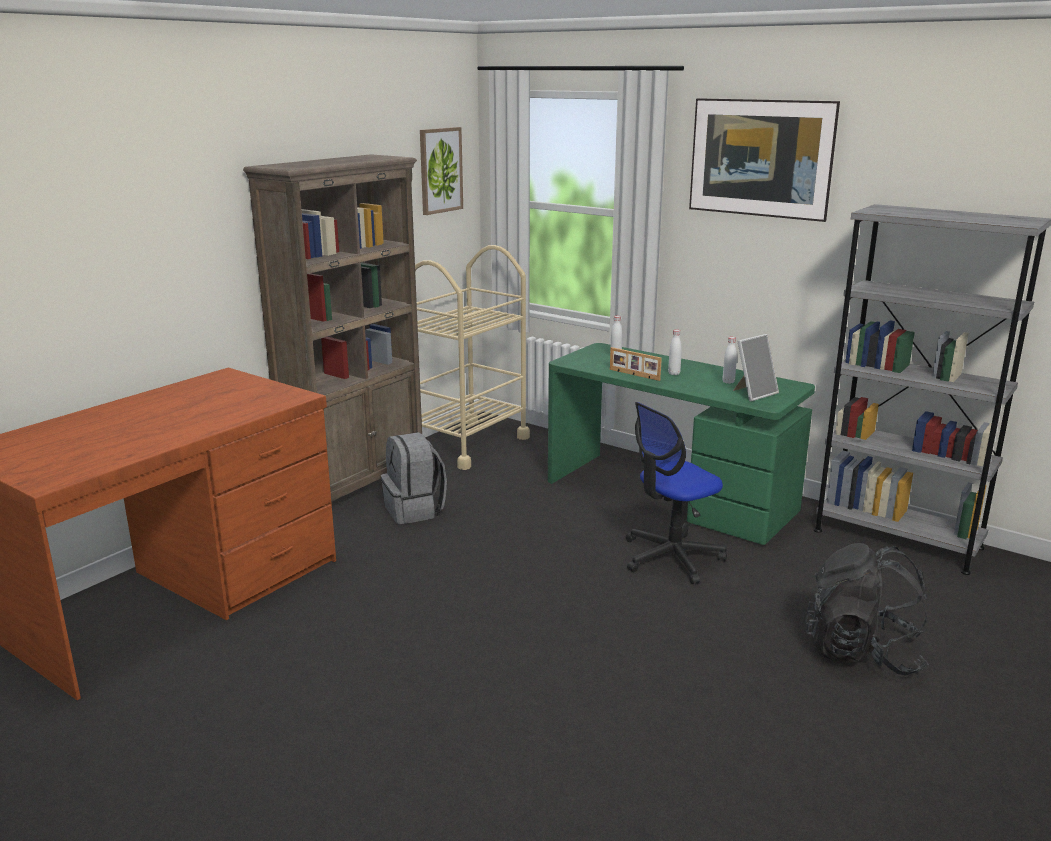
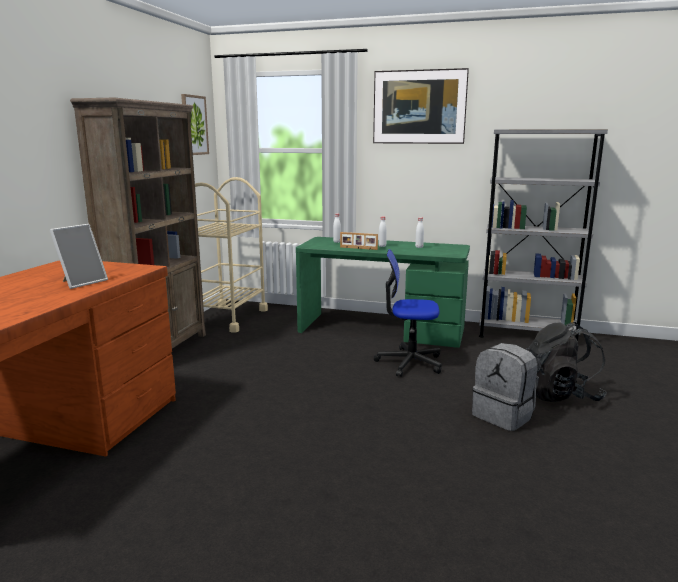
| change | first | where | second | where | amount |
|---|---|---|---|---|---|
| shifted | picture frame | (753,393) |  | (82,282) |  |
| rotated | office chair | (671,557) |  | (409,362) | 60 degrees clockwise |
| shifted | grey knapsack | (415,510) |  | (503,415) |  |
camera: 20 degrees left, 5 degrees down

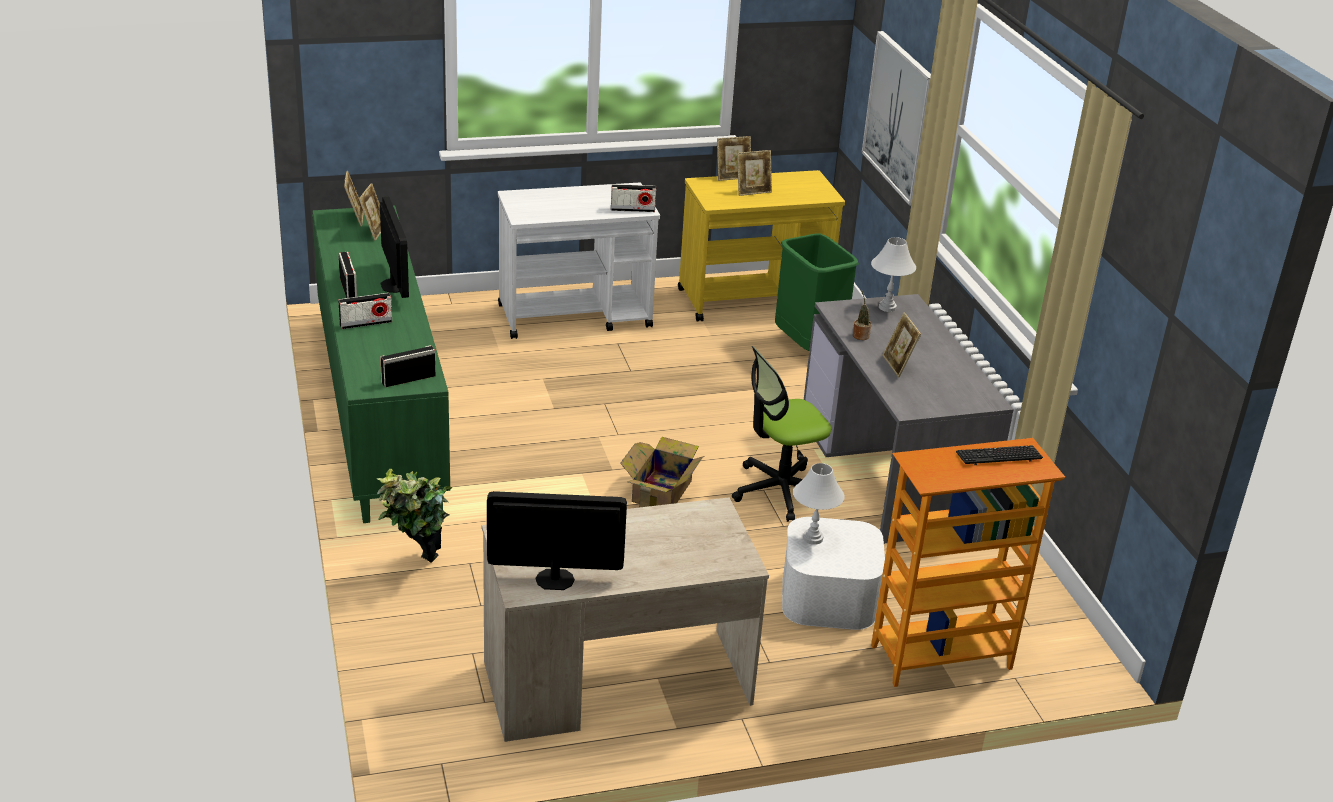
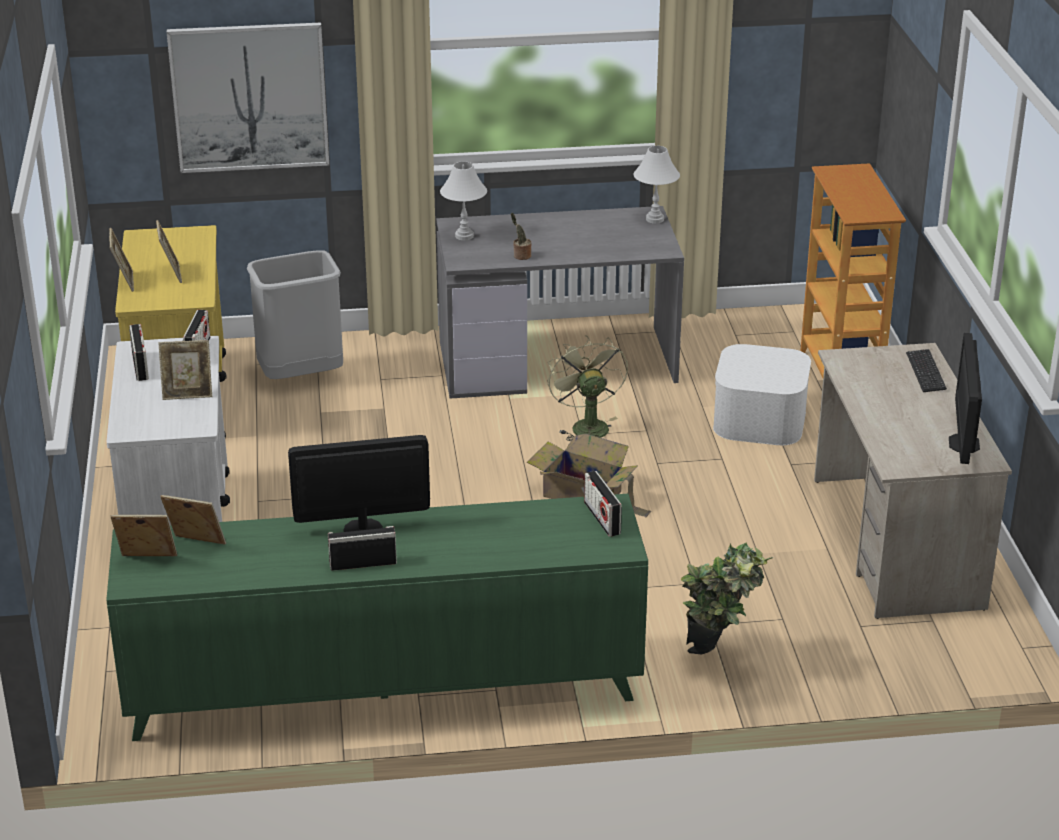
| change | first | where | second | where | amount |
|---|---|---|---|---|---|
| shifted | radio | (366,323) |  | (140,366) |  |
| shifted | picture frame | (898,366) |  | (188,394) |  |
| repainted | green trash can | (809,346) | grey trash can | (301,376) |  |
| swapped | office chair | (779,491) | green electric fan | (586,425) |  |
| shifted | white lamp for a table | (813,538) |  | (655,219) |  |
| shifted | keyboard | (998,456) |  | (925,372) |  |
camera: 80 degrees left, 0 degrees up

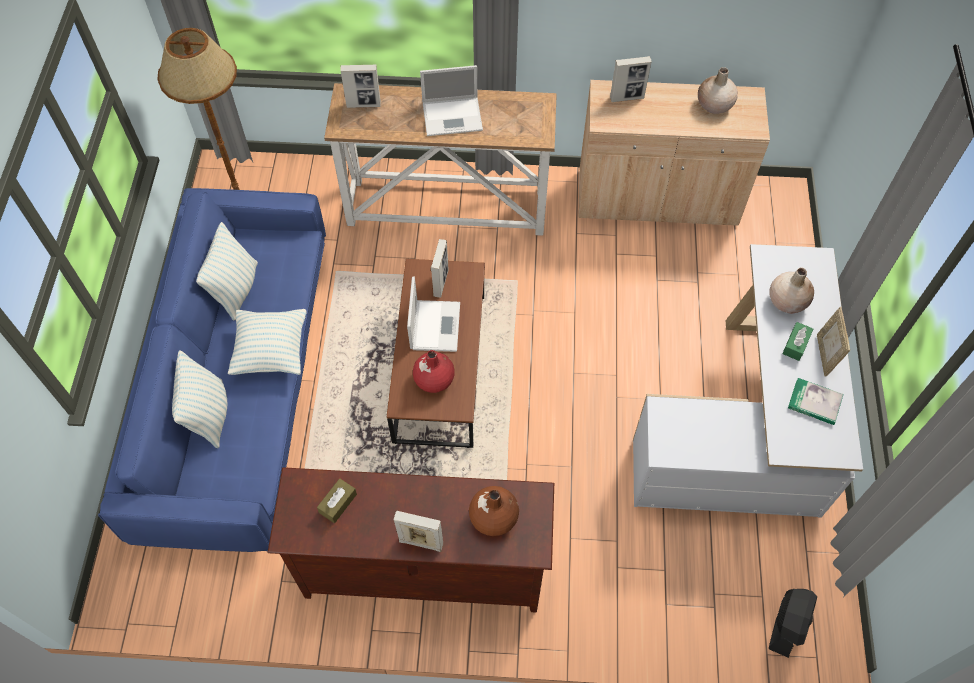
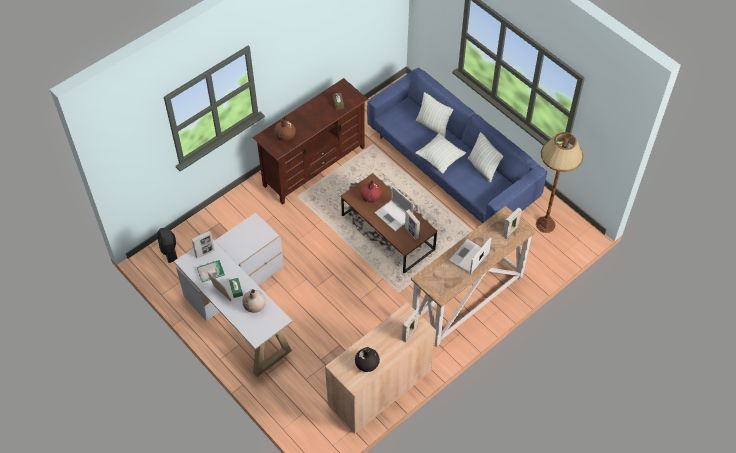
| change | first | where | second | where | amount |
|---|---|---|---|---|---|
| shifted | picture frame | (421,542) |  | (205,252) |  |
| repainted | beige decorative vase | (714,105) | black-coloured decorative vase | (367,364) |  |
camera: 135 degrees right, 5 degrees down

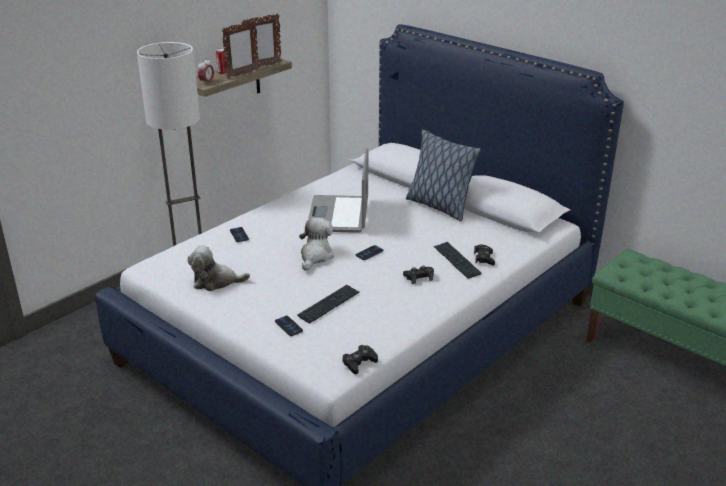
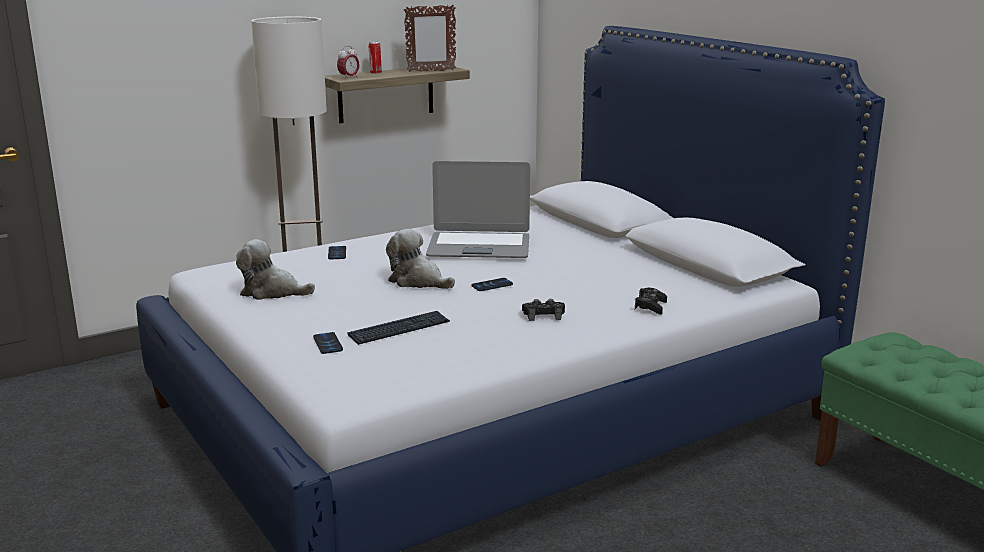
| change | first | where | second | where | amount |
|---|---|---|---|---|---|
| rotated | cuddly toy | (315,256) |  | (418,281) | 90 degrees counterclockwise |
| rotated | notebook computer | (339,215) |  | (479,247) | 105 degrees counterclockwise |
| gone | picture frame | (242,74) |  |  |  |
| gone | black-coloured gamepad | (359,363) |  |  |  |
| gone | pillow | (439,206) |  |  |  |
| gone | keyboard | (456,261) |  |  |  |
camera: 15 degrees right, 10 degrees down

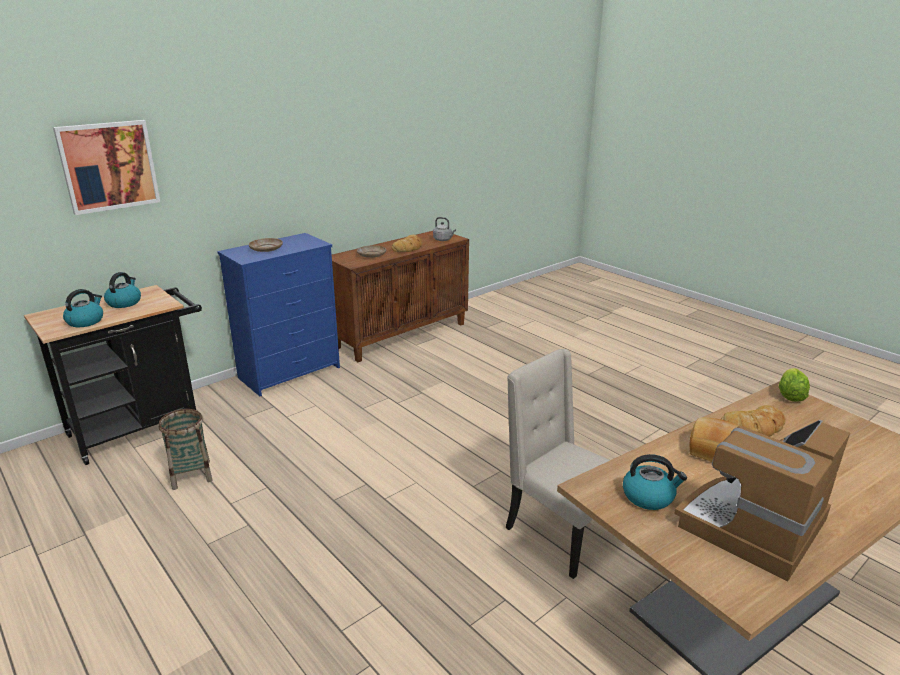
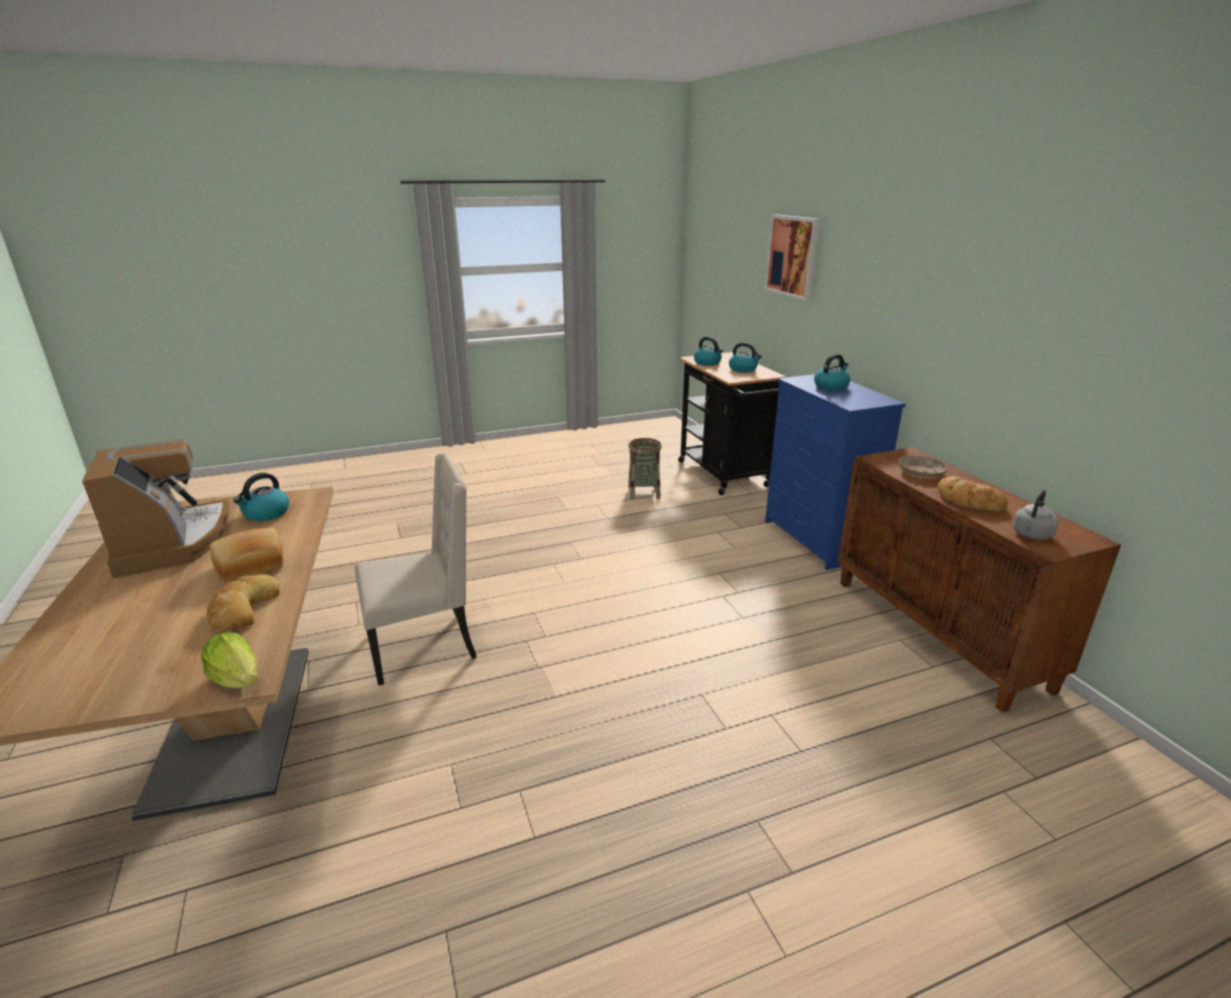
| change | first | where | second | where | amount |
|---|---|---|---|---|---|
| swapped | beige dinner plate | (266,249) | kettle | (831,386) |  |
camera: 110 degrees right, 0 degrees up

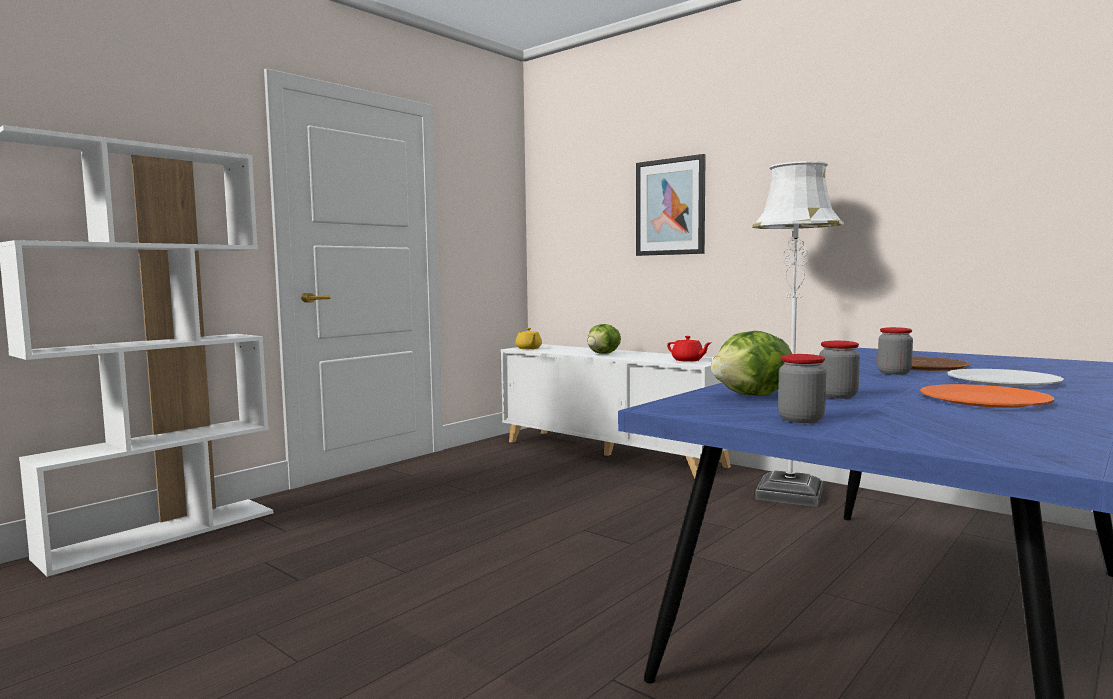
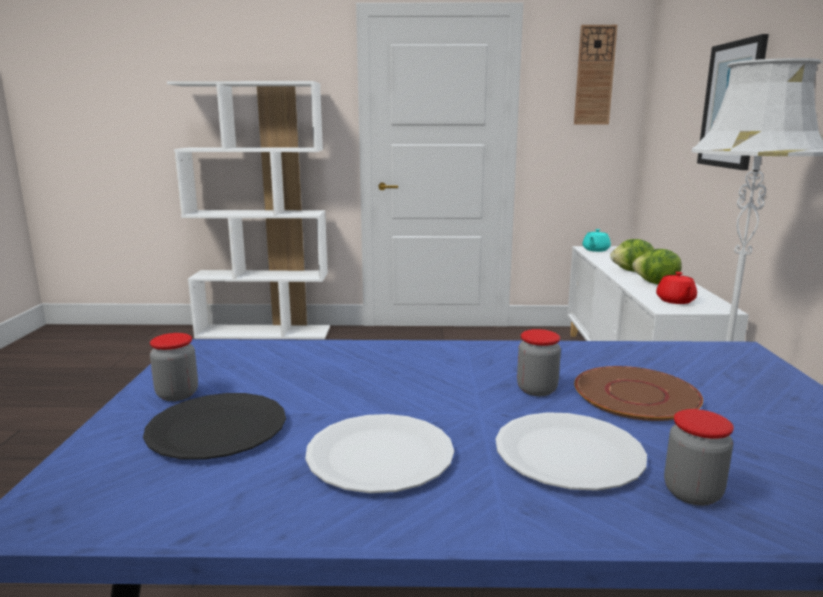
| change | first | where | second | where | amount |
|---|---|---|---|---|---|
| new |  |  | black-coloured dinner plate | (217,429) |  |
| repainted | orange dinner plate | (984,400) | white dinner plate | (380,456) |  |
| new |  |  | hanging clock | (594,75) |  |
| repainted | yellow-coloured tea pot | (528,348) | turquoise-coloured tea pot | (595,250) |  |
| shifted | lettuce | (753,396) |  | (656,284) |  |
| shifted | preserve jar | (838,396) |  | (692,493) |  |
camera: 50 degrees right, 10 degrees up

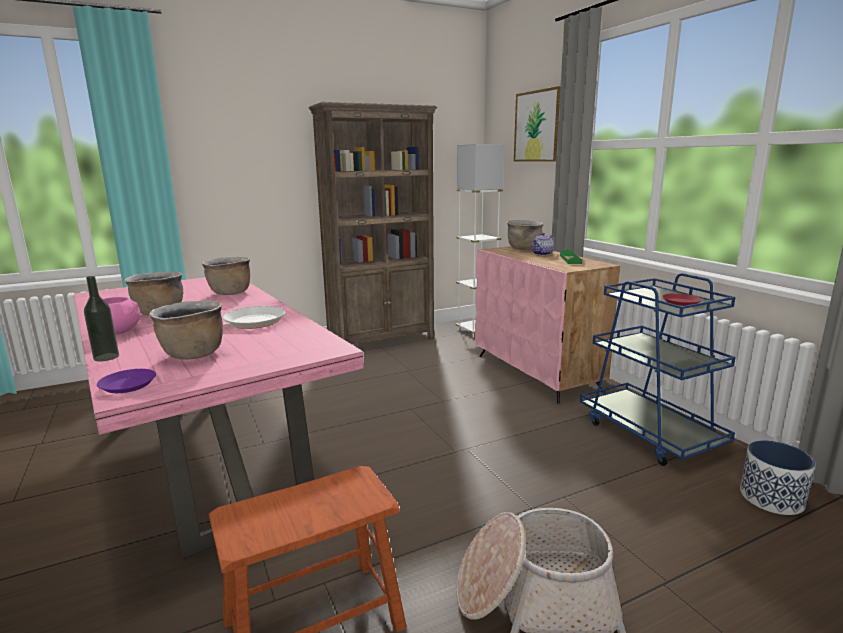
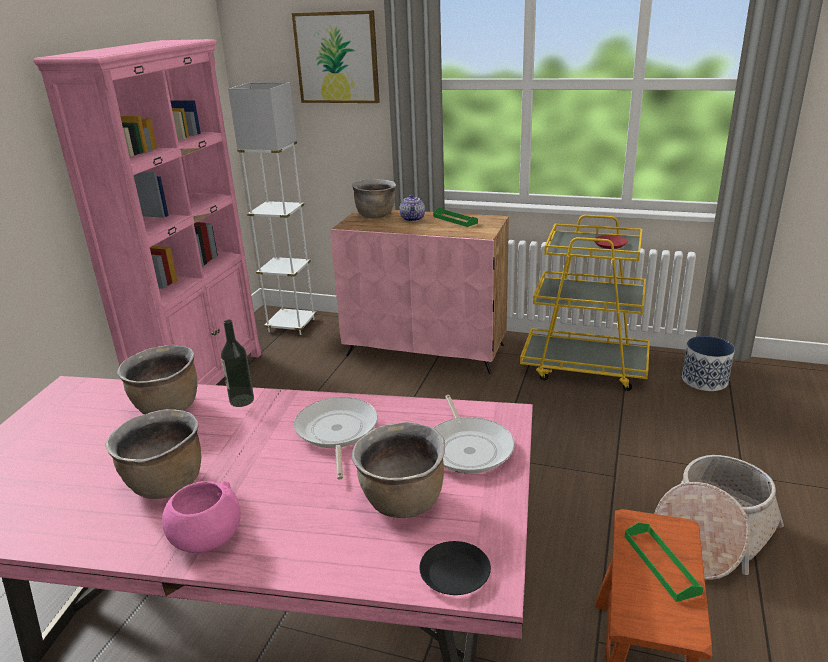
| change | first | where | second | where | amount |
|---|---|---|---|---|---|
| repainted | brownish bookshelf | (382,340) | pinkish bookshelf | (202,383) |  |
| shifted | drink bottle | (106,357) |  | (241,400) |  |
| repainted | purple dinner plate | (128,385) | black-coloured dinner plate | (455,573) |  |
| new |  |  | skillet | (468,448) |  |
| repainted | blue-coloured trolley | (649,433) | yellow-coloured trolley | (585,367) |  |
| new |  |  | green tray | (661,564) |  |
camera: 45 degrees left, 10 degrees up

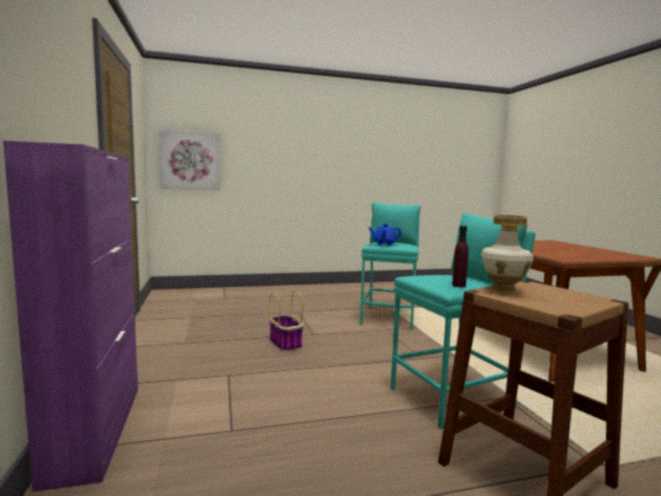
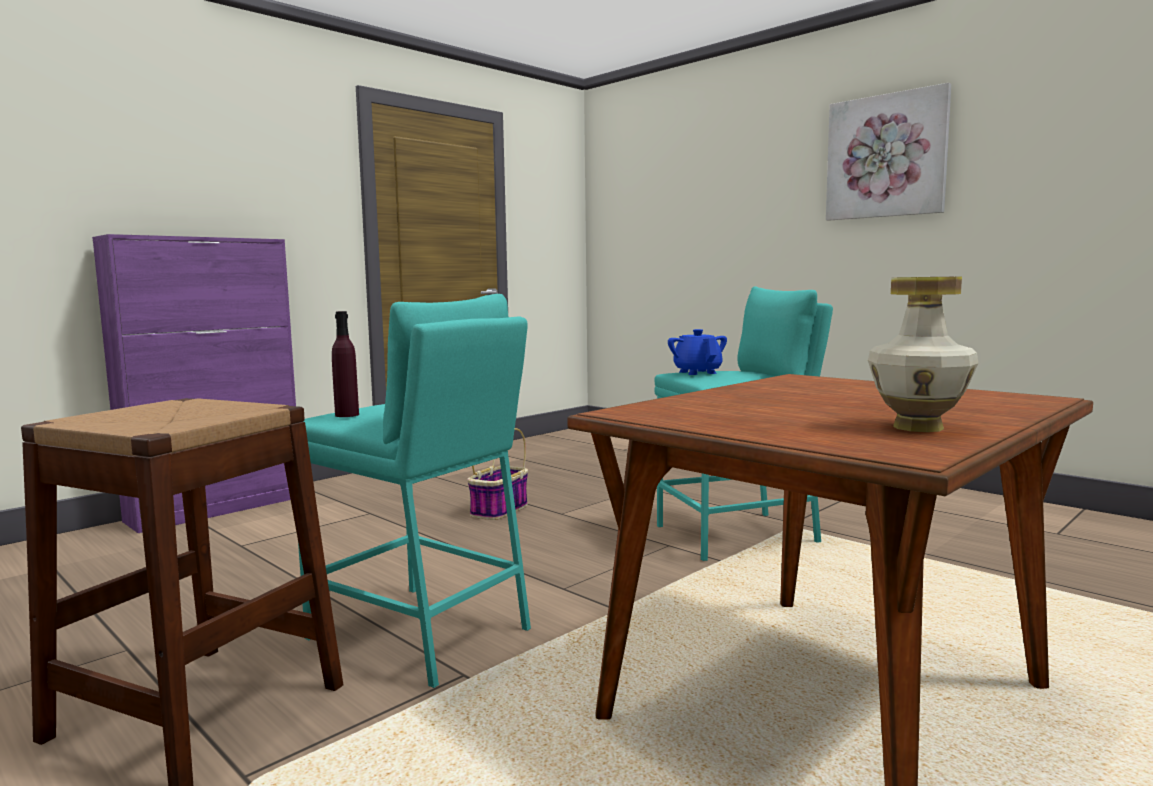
| change | first | where | second | where | amount |
|---|---|---|---|---|---|
| shifted | picture | (190,160) |  | (886,156) |  |
| shifted | decorative vase | (503,289) |  | (919,427) |  |
camera: 60 degrees right, 0 degrees up

